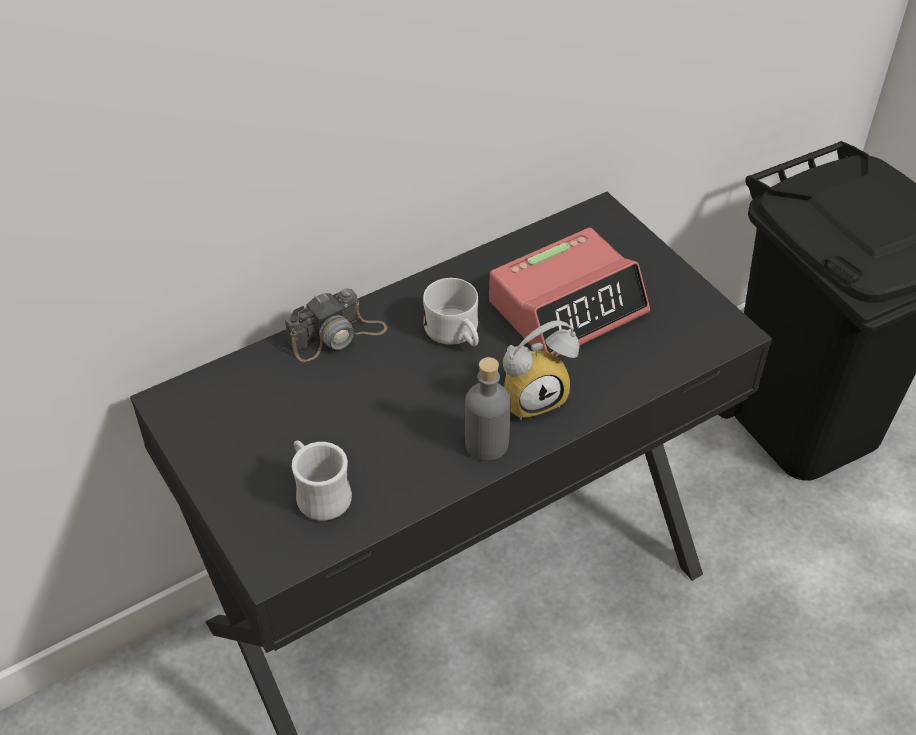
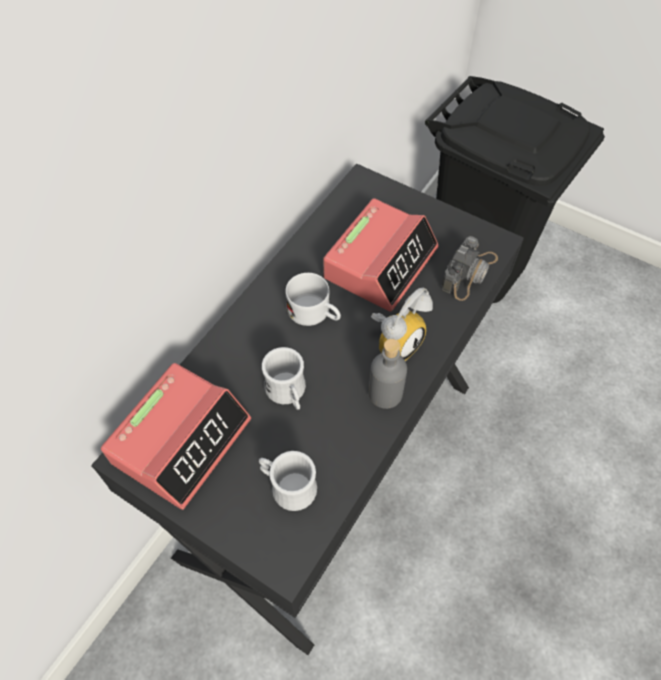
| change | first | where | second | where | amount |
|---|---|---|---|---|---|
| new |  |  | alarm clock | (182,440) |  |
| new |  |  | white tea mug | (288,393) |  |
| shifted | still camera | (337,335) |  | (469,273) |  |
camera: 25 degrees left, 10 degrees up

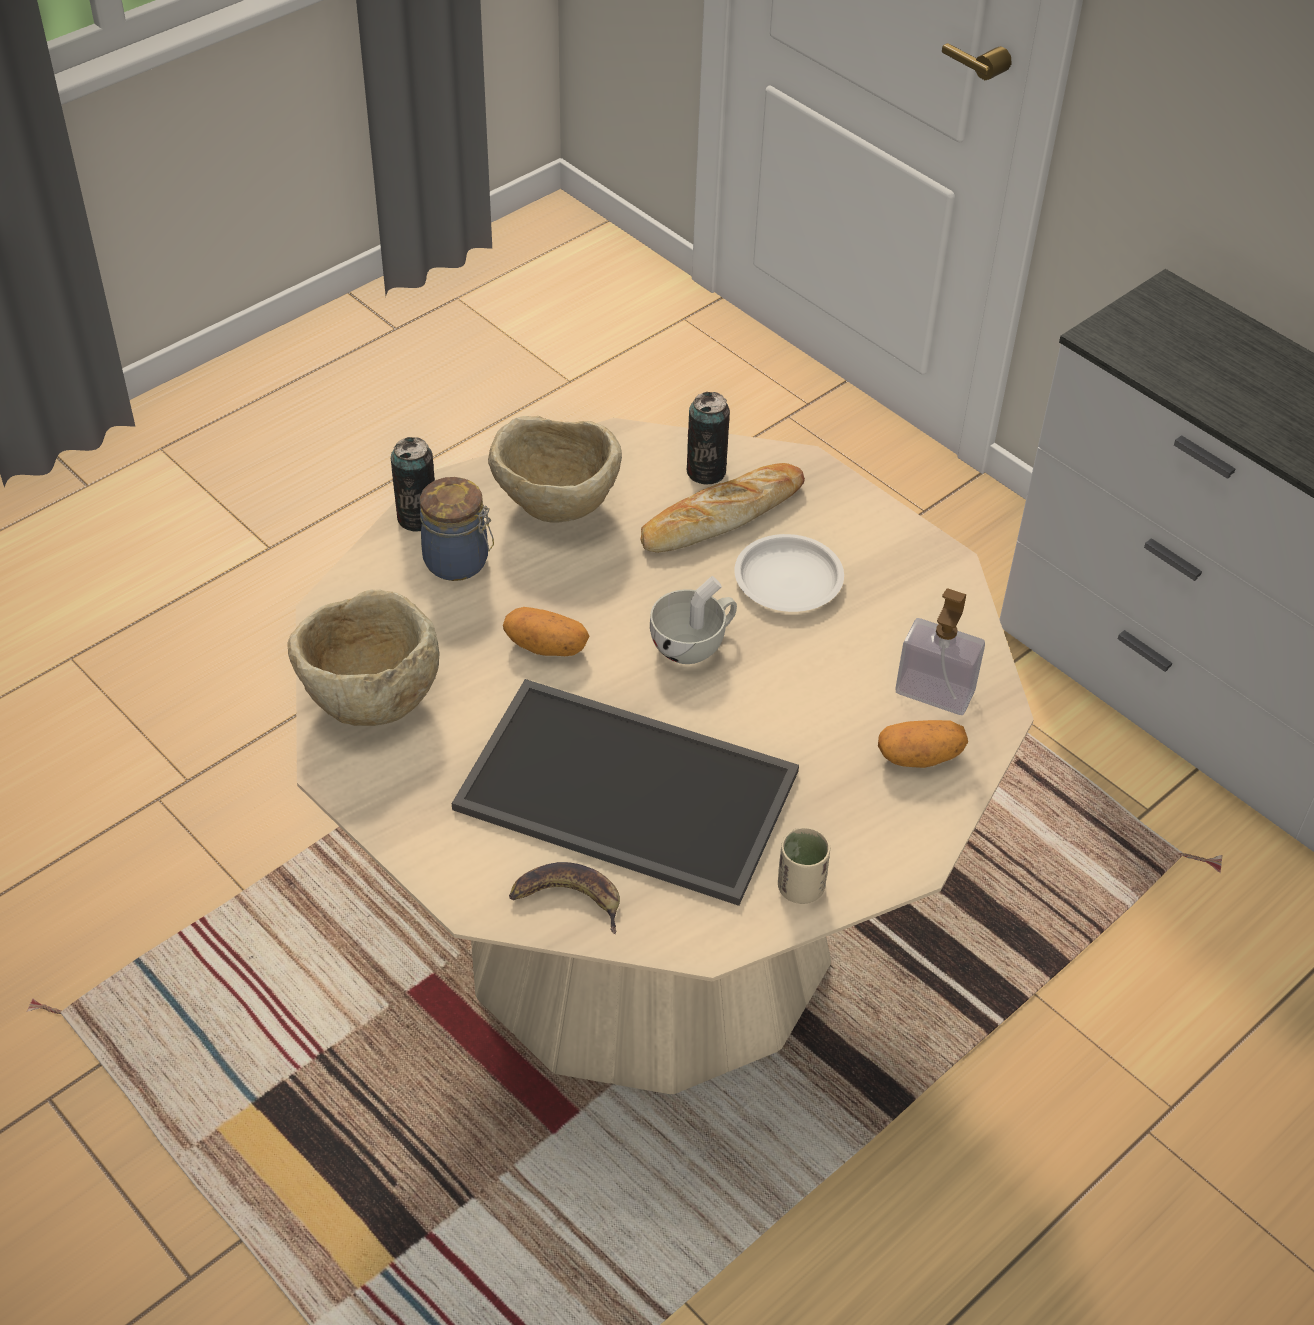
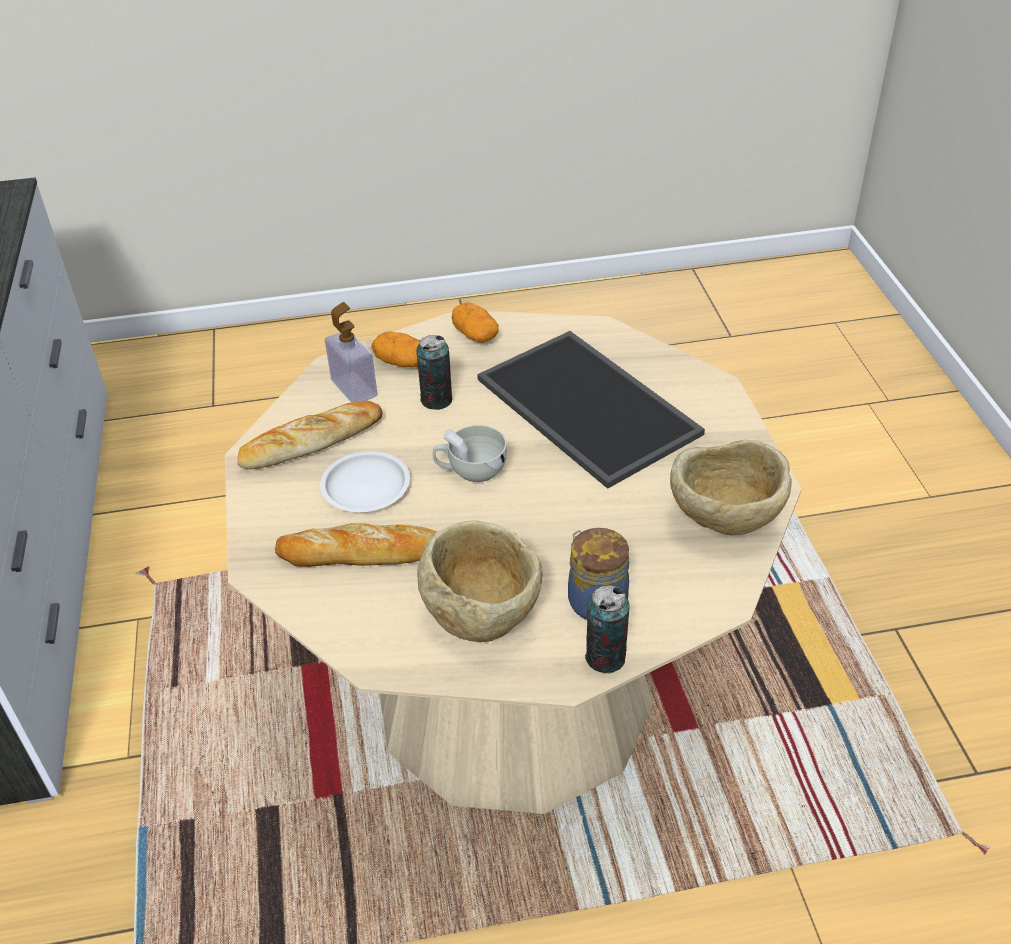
| change | first | where | second | where | amount |
|---|---|---|---|---|---|
| new |  |  | bread | (311,442) |  |
| shifted | can | (706,471) |  | (436,400) |  |
| shifted | whole potato | (546,646) |  | (475,335) |  |
| gone | banana fruit | (567,899) |  |  |  |
| gone | beige drinking cup | (800,888) |  |  |  |
camera: 145 degrees left, 5 degrees down

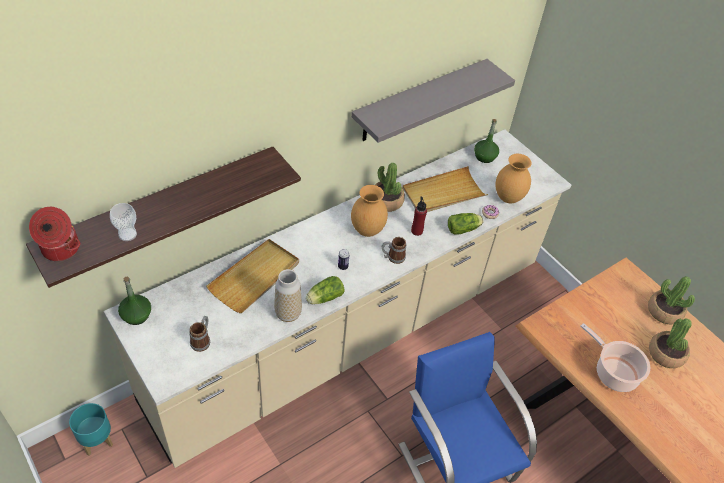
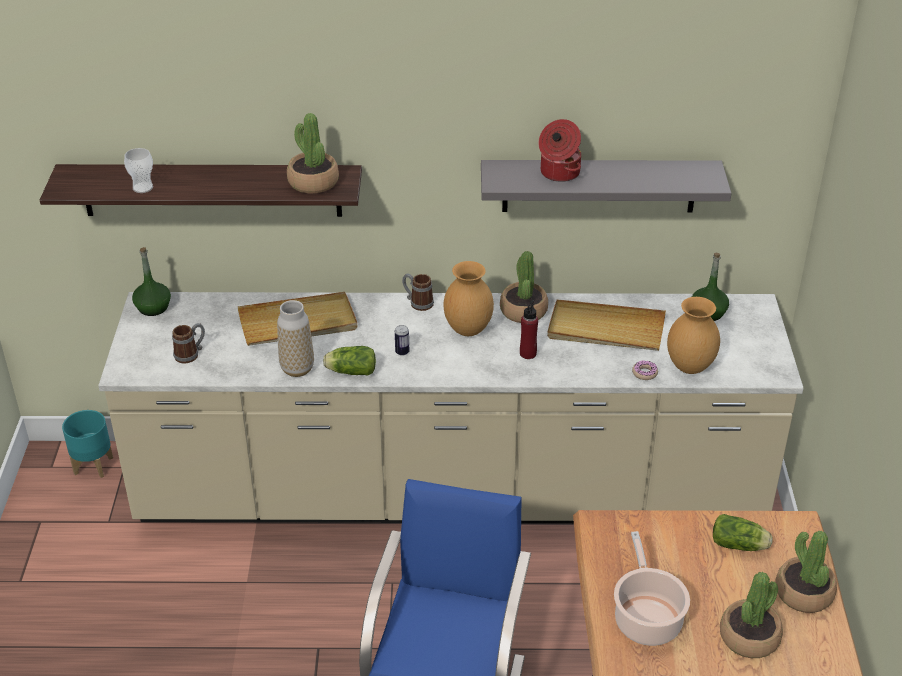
| change | first | where | second | where | amount |
|---|---|---|---|---|---|
| new |  |  | potted plant | (313,182) |  |
| shifted | tea mug | (392,257) |  | (417,302) |  |
| shifted | stockpot | (60,249) |  | (558,173) |  |
| shifted | lettuce | (464,229) |  | (740,545) |  |
camera: 40 degrees right, 10 degrees down

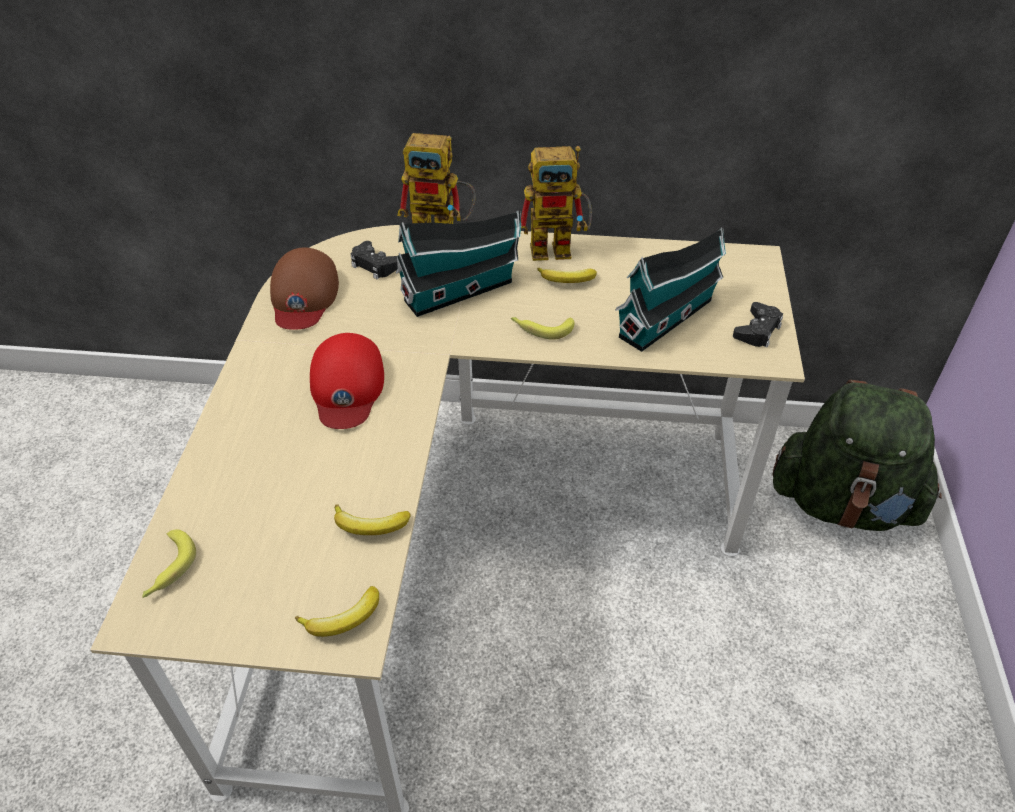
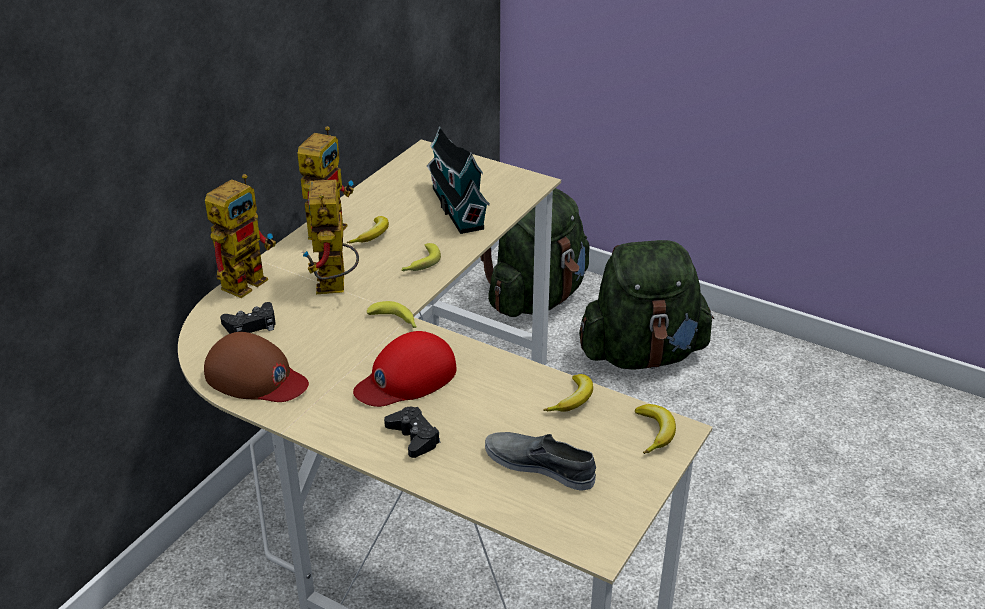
| change | first | where | second | where | amount |
|---|---|---|---|---|---|
| swapped | model house | (462,290) | toy robot | (335,288) |  |
| rotated | reddish cap | (347,387) |  | (406,378) | 120 degrees clockwise |
| shifted | banana fruit | (168,569) |  | (395,321) |  |
| shifted | black-coloured gamepad | (757,330) |  | (413,437) |  |
| new |  |  | grey item of footwear | (540,465) |  |
| new |  |  | green knapsack | (642,354) |  |
camera: 65 degrees left, 10 degrees down

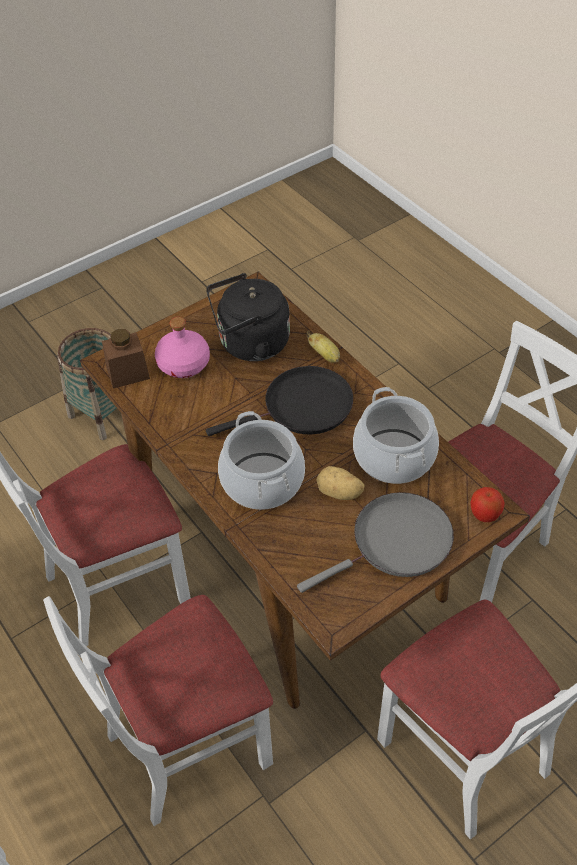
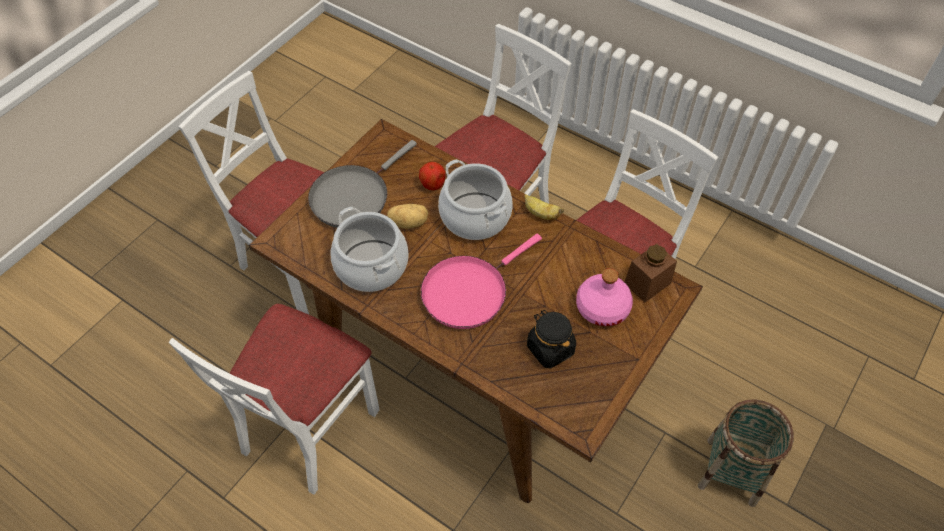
| change | first | where | second | where | amount |
|---|---|---|---|---|---|
| shifted | whole apple | (484,514) |  | (432,184) |  |
| repainted | black-coloured skillet | (302,407) | pinkish skillet | (468,291) |  |
| shifted | banana fruit | (325,355) |  | (541,214) |  |
| swapped | black-coloured kettle | (250,344) | black-coloured preserve jar | (550,349) |  |
camera: 160 degrees right, 5 degrees up

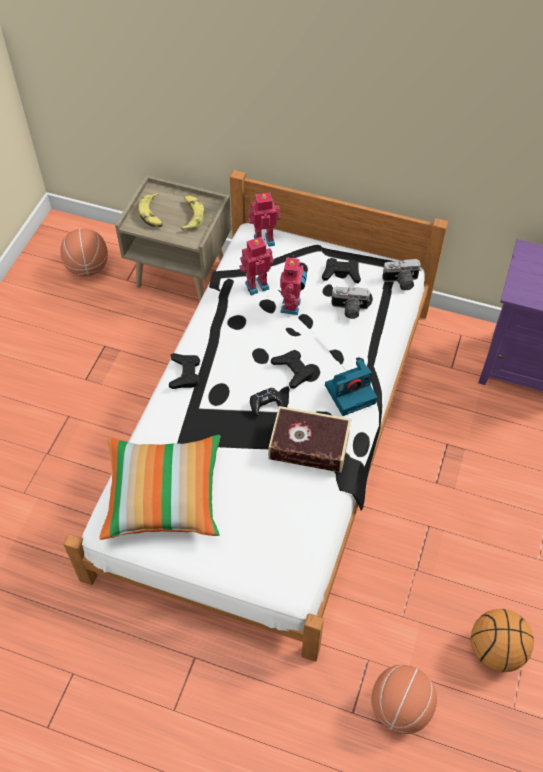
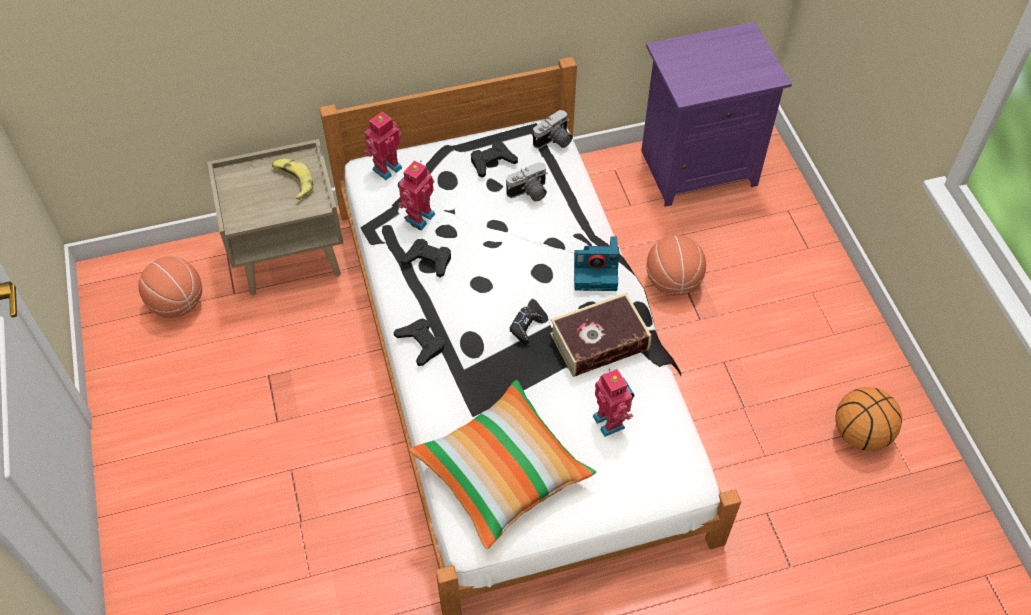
| change | first | where | second | where | amount |
|---|---|---|---|---|---|
| shifted | black-coloured gamepad | (293,370) |  | (428,260) |  |
| rotated | still camera | (351,393) |  | (596,271) | 60 degrees clockwise |
| shifted | toy robot | (292,306) |  | (611,421) |  |
| shifted | ball for basketball | (400,707) |  | (672,282) |  |
| gone | banana fruit | (153,214) |  |  |  |
camera: 35 degrees left, 0 degrees up

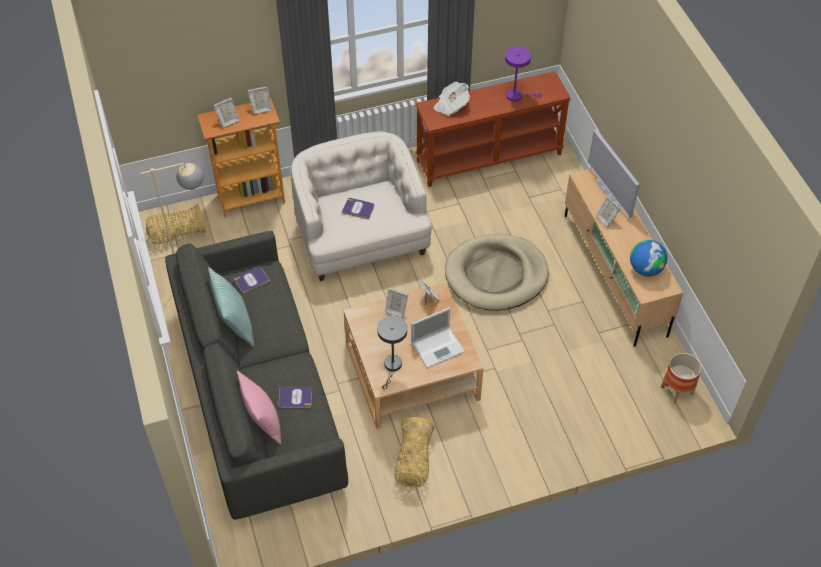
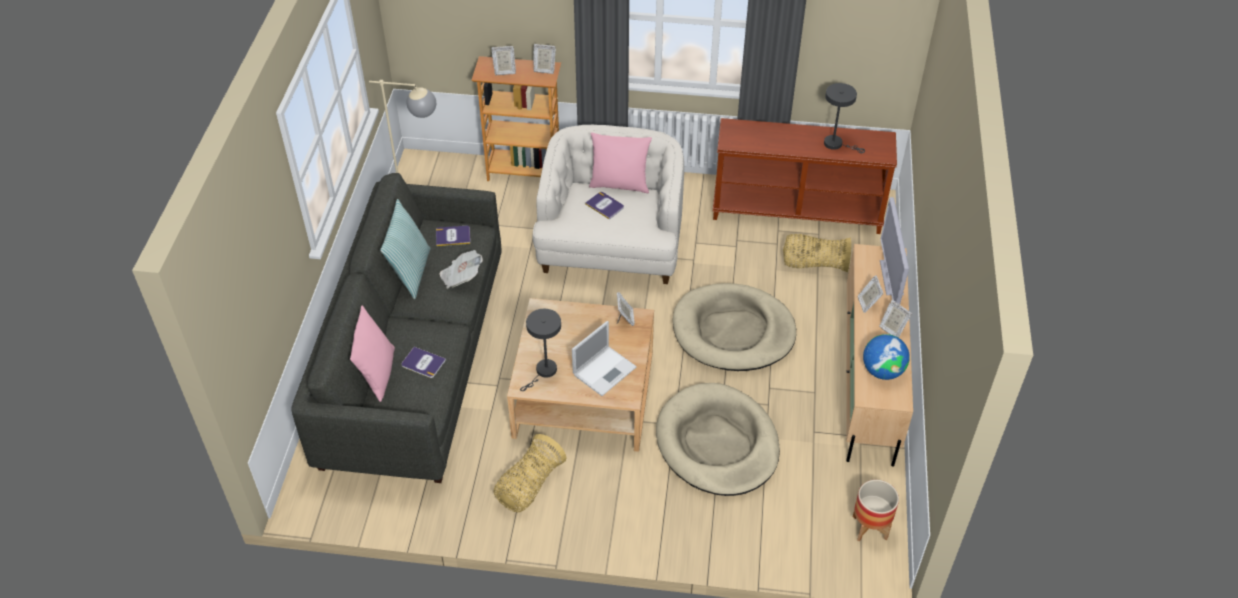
| change | first | where | second | where | amount |
|---|---|---|---|---|---|
| shifted | newspaper | (451,106) |  | (461,277) |  |
| rotated | notebook computer | (438,347) |  | (605,370) | 45 degrees counterclockwise |
| new |  |  | pinkish pillow | (619,184) |  |
| new |  |  | beige pet bed | (717,443) |  |
| shifted | storage basket | (177,234) |  | (814,264) |  |
| repainted | purple lamp for a table | (517,96) | grey lamp for a table | (836,144) |  |
| shifted | picture frame | (396,310) |  | (892,329) |  |
camera: 25 degrees right, 5 degrees down

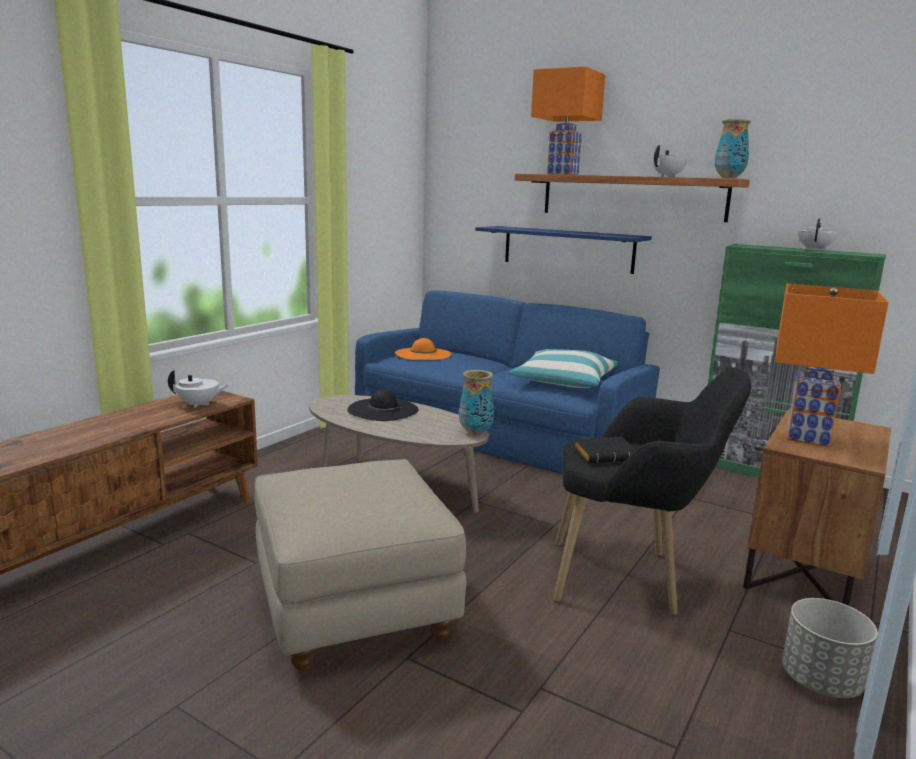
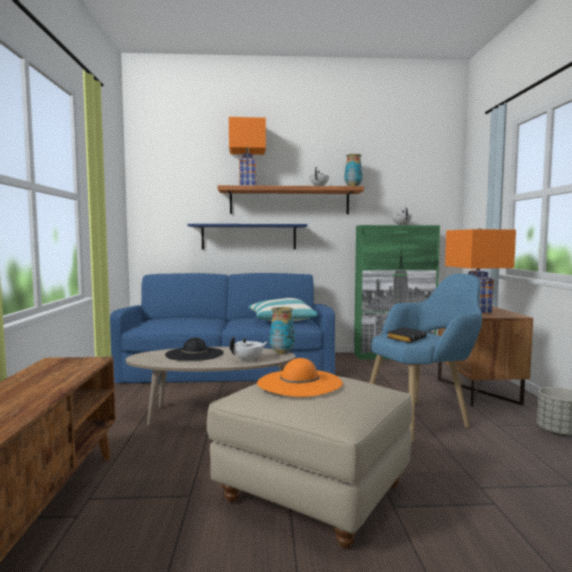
| change | first | where | second | where | amount |
|---|---|---|---|---|---|
| shifted | white tea pot | (199,404) |  | (249,360) |  |
| shifted | orange clothing hat | (423,354) |  | (299,383) |  |
| repainted | black-coloured armchair | (632,579) | blue-coloured armchair | (424,418) |  |
camera: 35 degrees left, 10 degrees down

